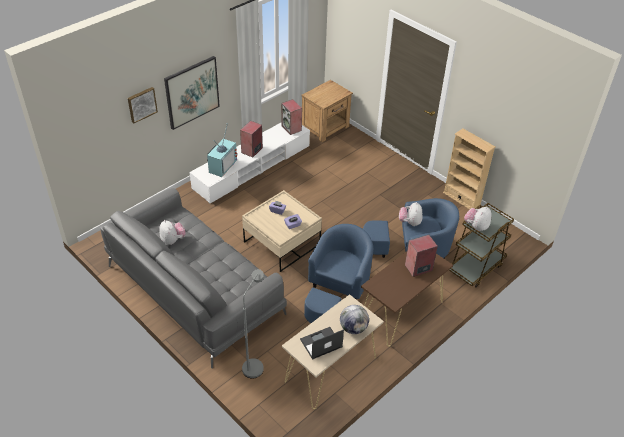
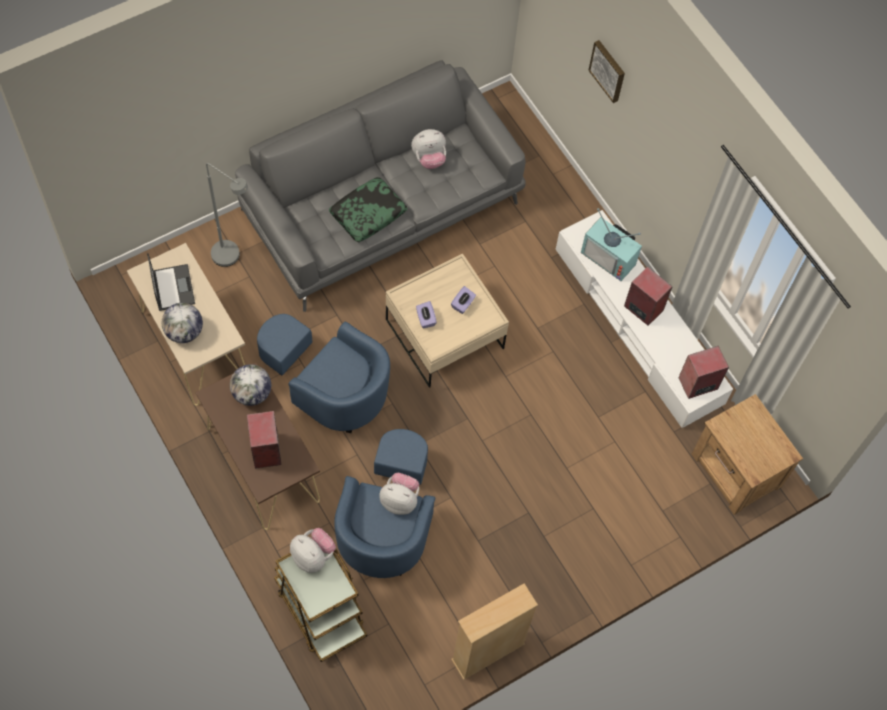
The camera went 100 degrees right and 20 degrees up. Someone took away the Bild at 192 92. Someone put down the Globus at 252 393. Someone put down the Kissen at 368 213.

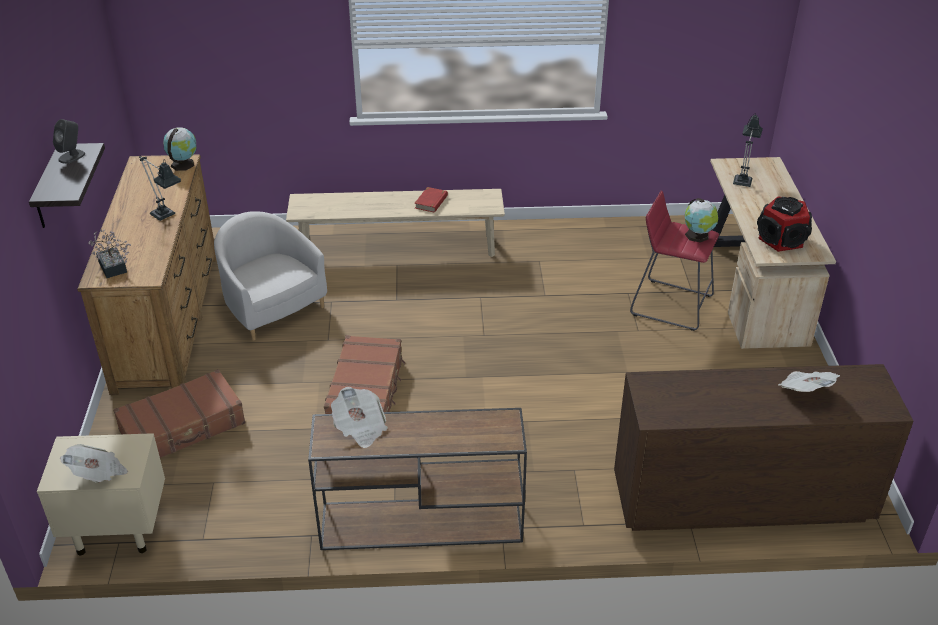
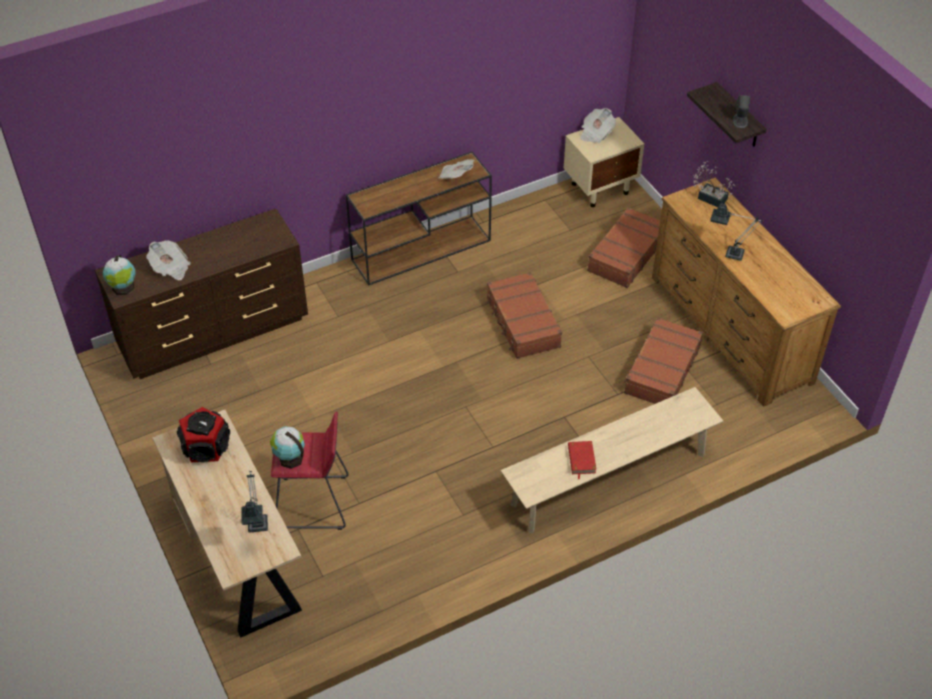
The camera went 155 degrees right and 10 degrees up. Someone carried the Globus from 183 164 to 123 288. Someone swapped the Sessel [weiß] at 271 307 for the Koffer [braun] at 661 370.

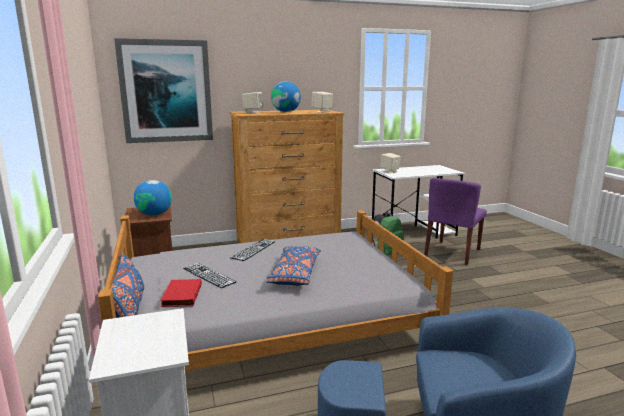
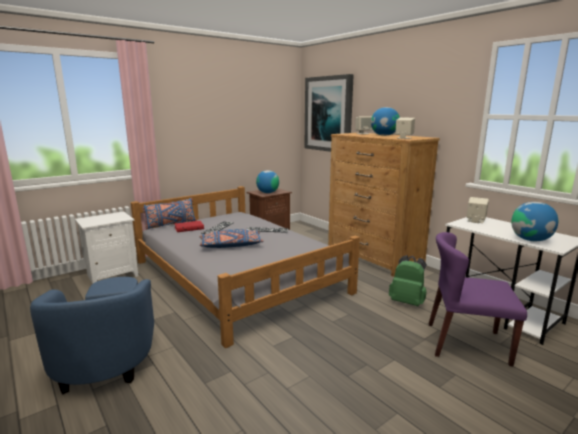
The camera went 70 degrees right and 0 degrees up. Someone put down the Globus at 530 240.

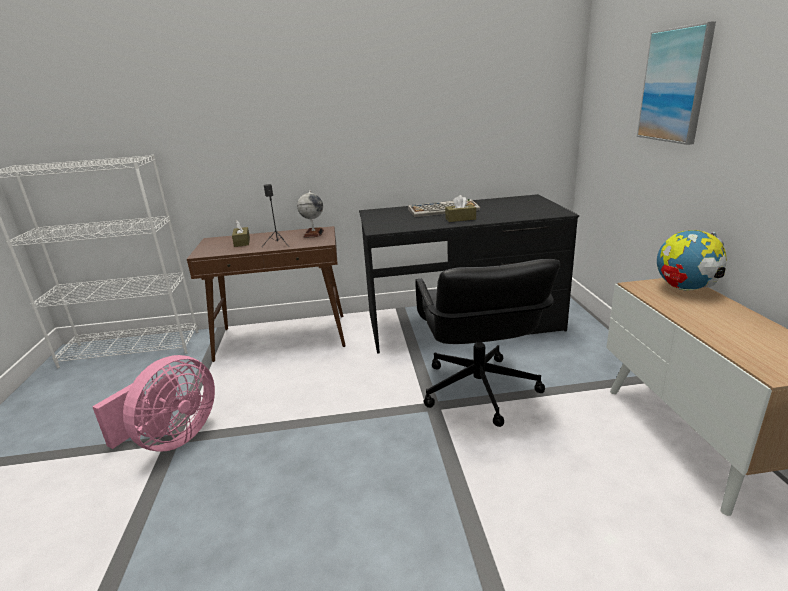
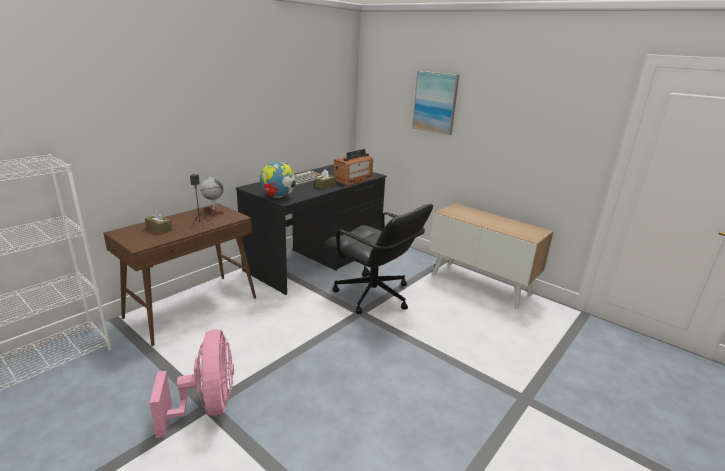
The camera went 45 degrees left and 0 degrees up. Someone put down the Radio at 353 179. Someone carried the Globus from 684 288 to 278 197.

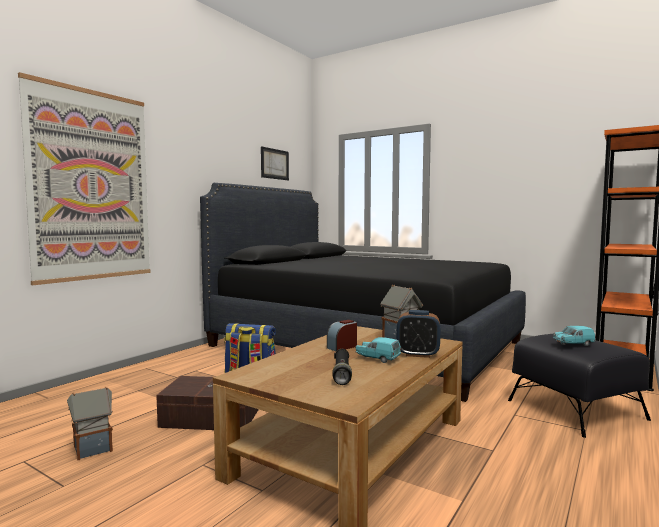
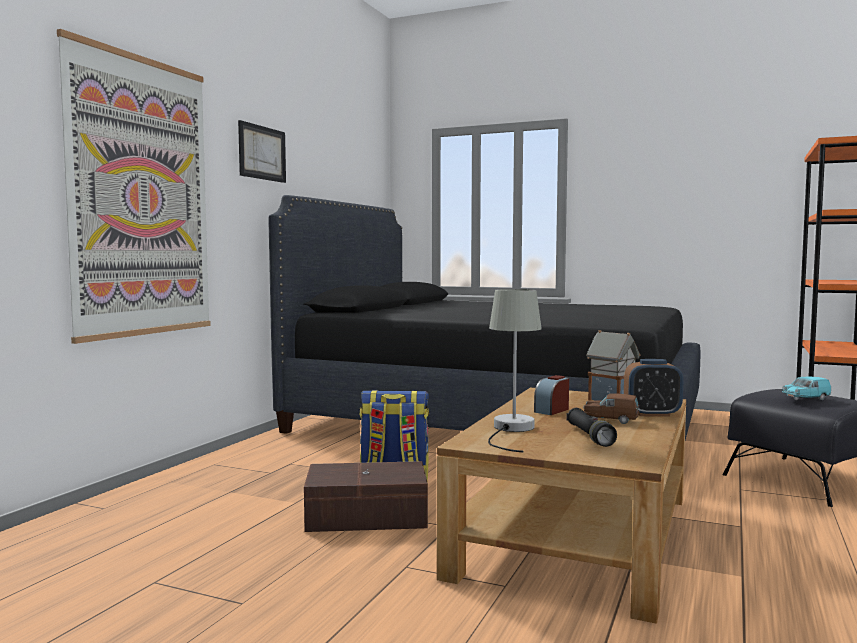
The camera went 10 degrees left and 0 degrees up. Someone took away the Spielzeughaus at 91 449. Someone put down the Tischlampe [grau] at 511 430. Someone carried the Bild from 274 164 to 262 153. Someone repainted the Spielzeugauto [türkis] at 377 358, which became the Spielzeugauto [braun] at 611 420.

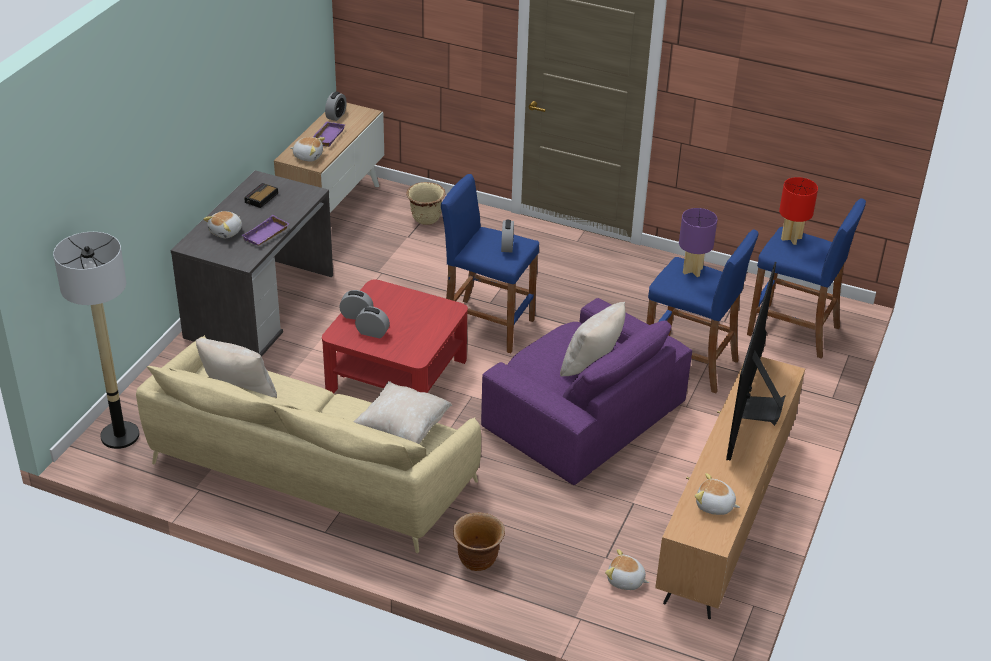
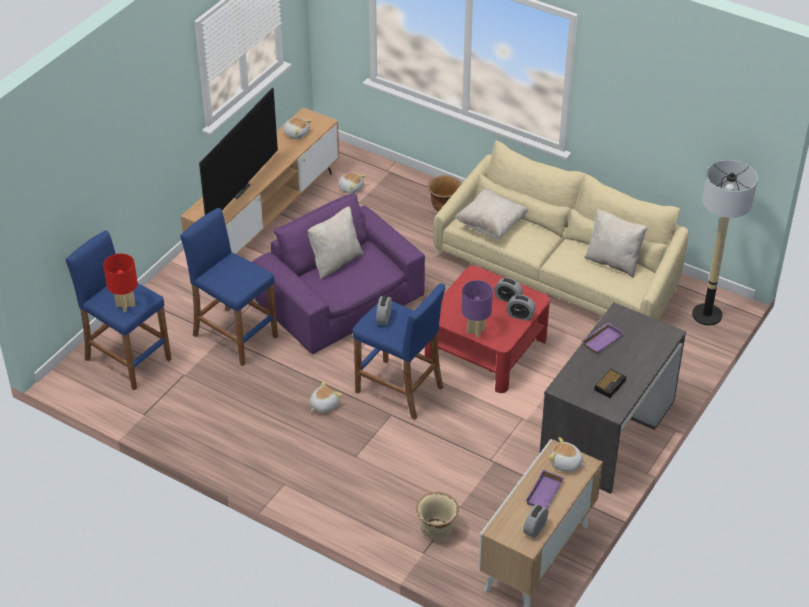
The camera went 170 degrees left and 5 degrees up. Someone carried the Plüschtier from 226 232 to 323 405. Someone carried the Tischlampe [lila] from 693 271 to 475 331.

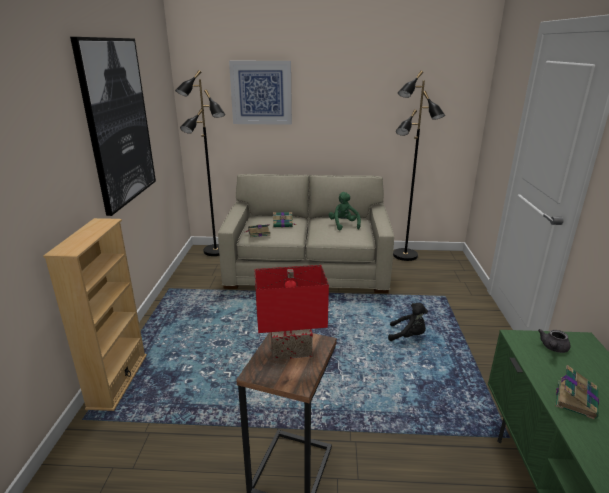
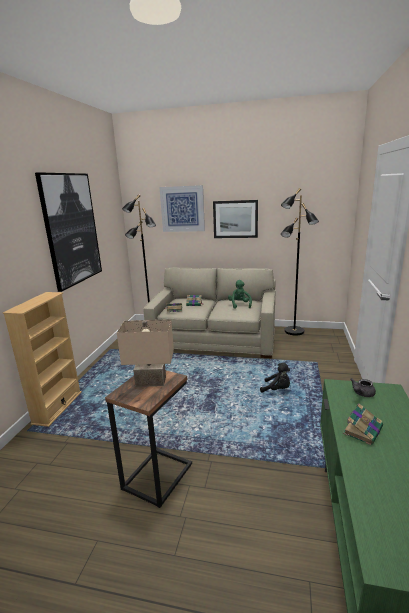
The camera went 10 degrees right and 5 degrees down. Someone put up the Bild at 235 219. Someone repainted the Tischlampe [rot] at 291 349, which became the Tischlampe [beige] at 151 380.

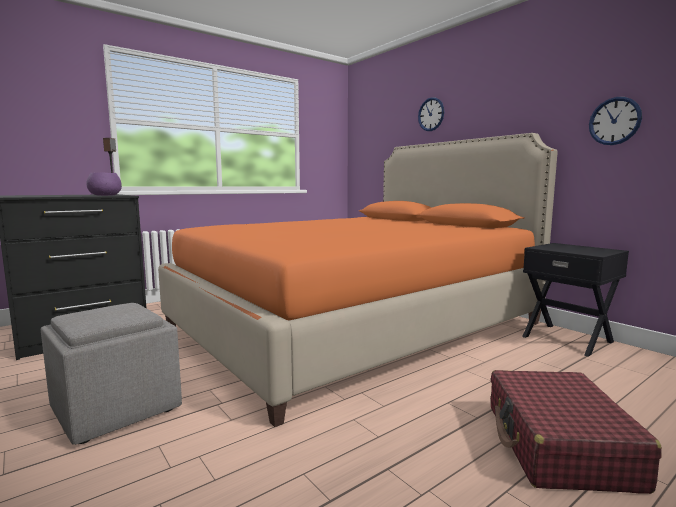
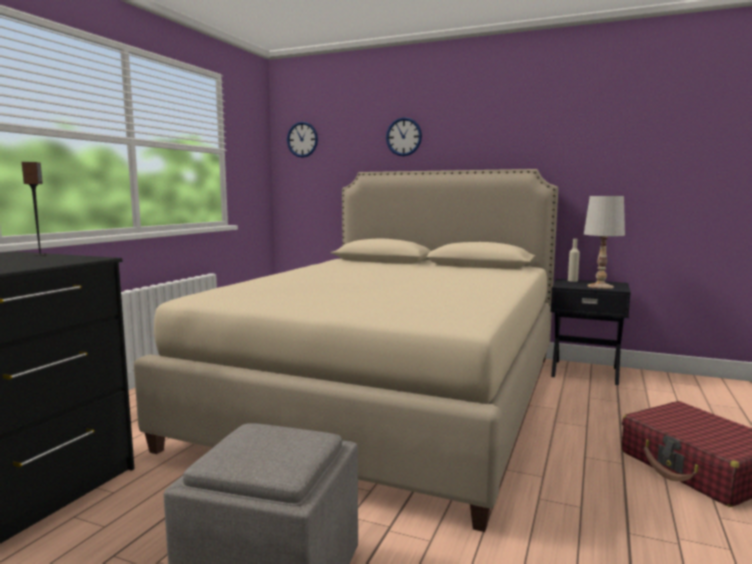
The camera went 30 degrees left and 0 degrees up. Someone took away the Schüssel [lila] at 106 195. Someone put down the Flasche [beige] at 572 280. Someone put down the Tischlampe [weiß] at 600 286. Someone carried the Wanduhr from 614 121 to 302 139. Someone repainted the Bett [orange] at 355 325, which became the Bett [beige] at 389 396.

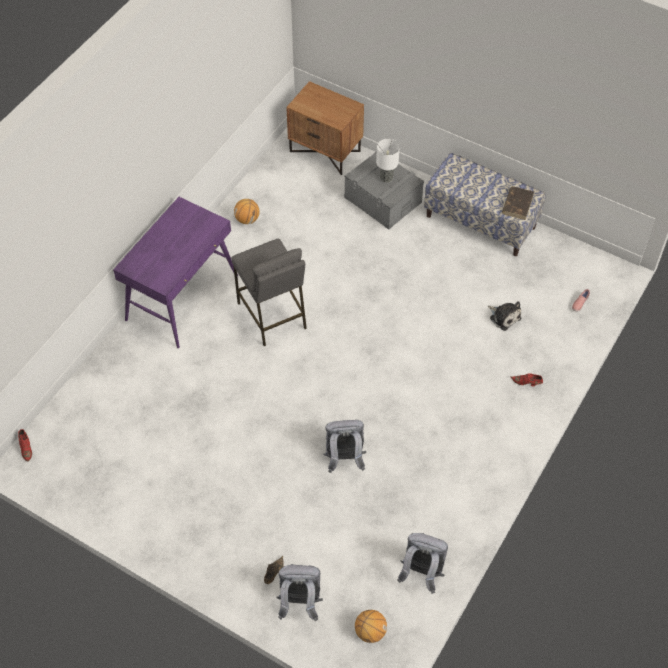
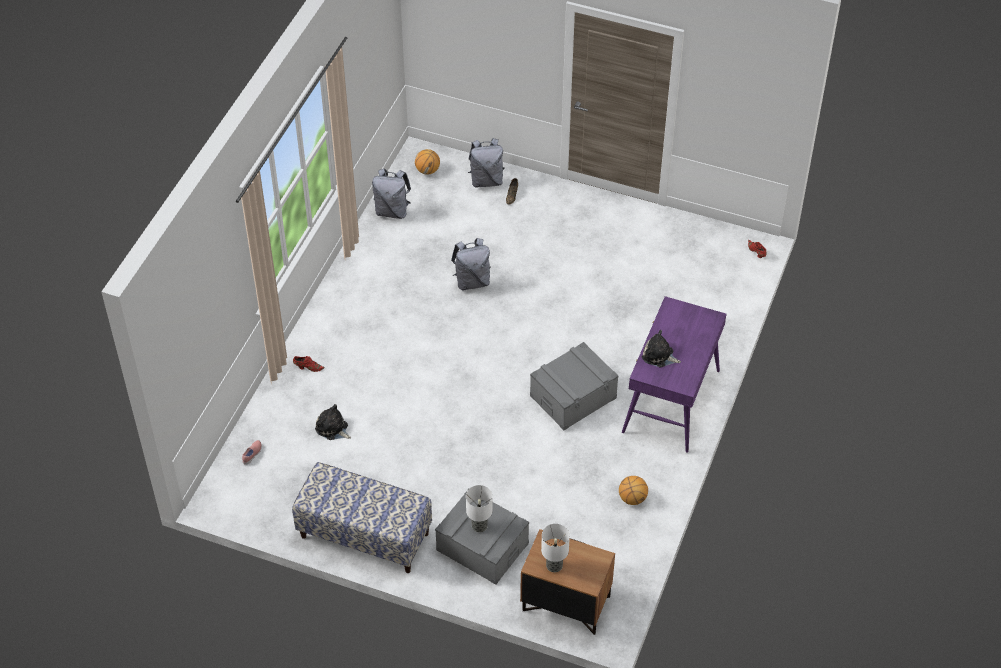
The camera went 170 degrees right and 5 degrees down. Someone took away the Buch [braun] at 517 204. Someone put down the Tischlampe at 554 565. Someone put down the Plüschtier at 659 356. Someone swapped the Hocker [grau] at 272 316 for the Aufbewahrungsbox [grau] at 573 396.

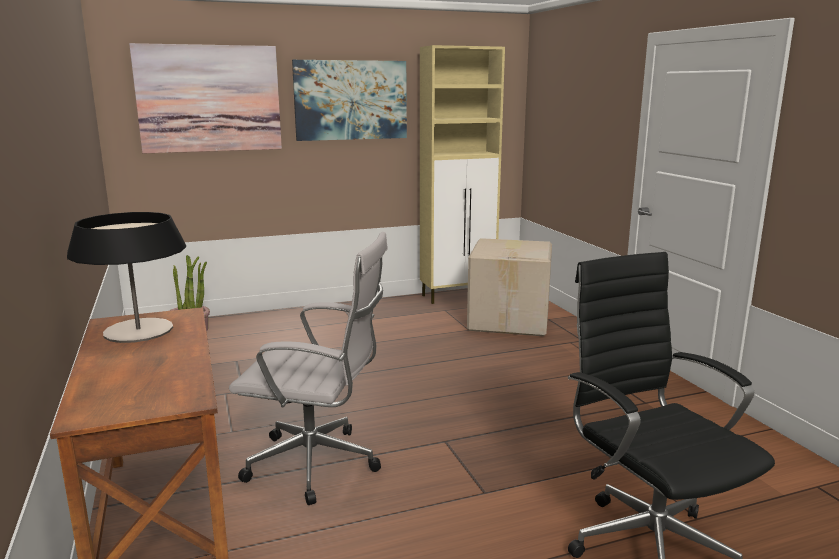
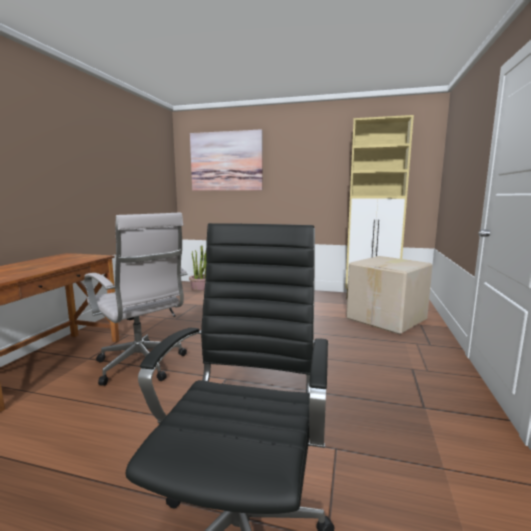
The camera went 35 degrees right and 5 degrees down. Someone took away the Tischlampe at 138 330. Someone took away the Bild at 351 100.

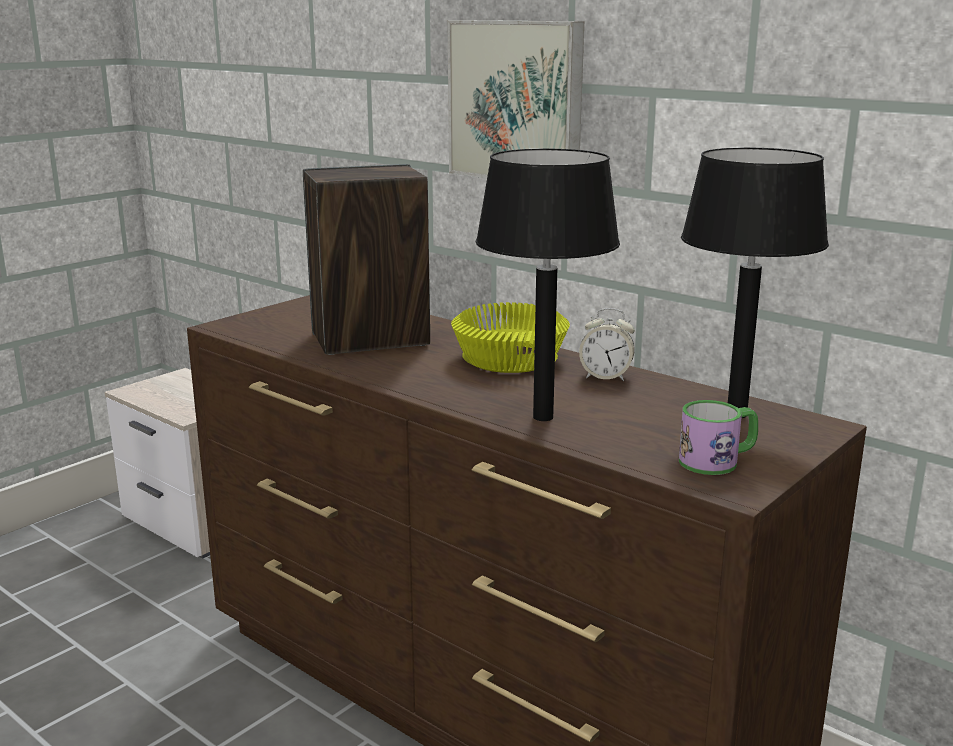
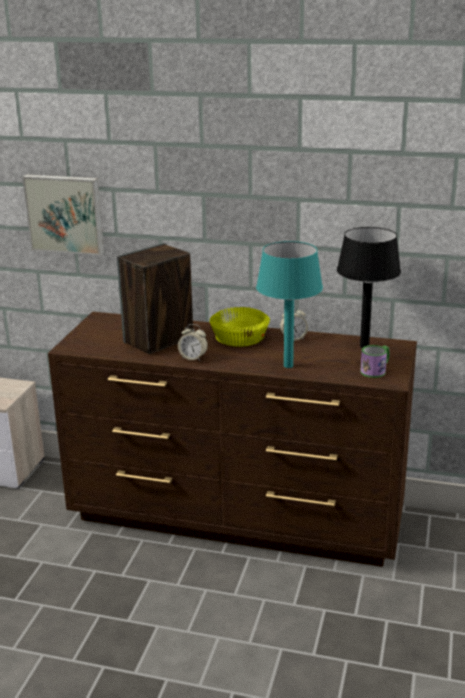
The camera went 25 degrees left and 5 degrees up. Someone put down the Wecker at 193 358. Someone carried the Bild from 518 101 to 65 213. Someone repainted the Tischlampe [schwarz] at 543 417, which became the Tischlampe [türkis] at 288 366.

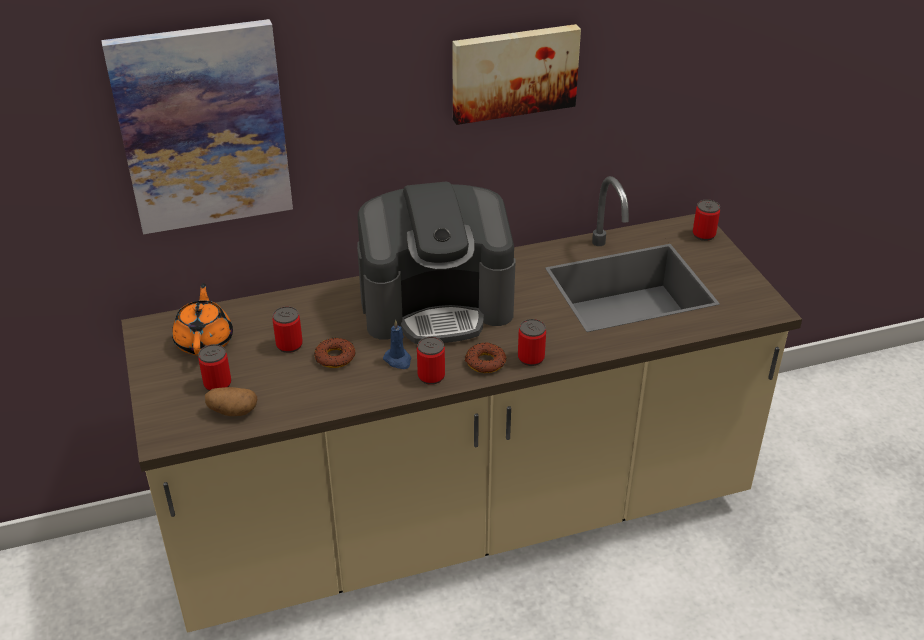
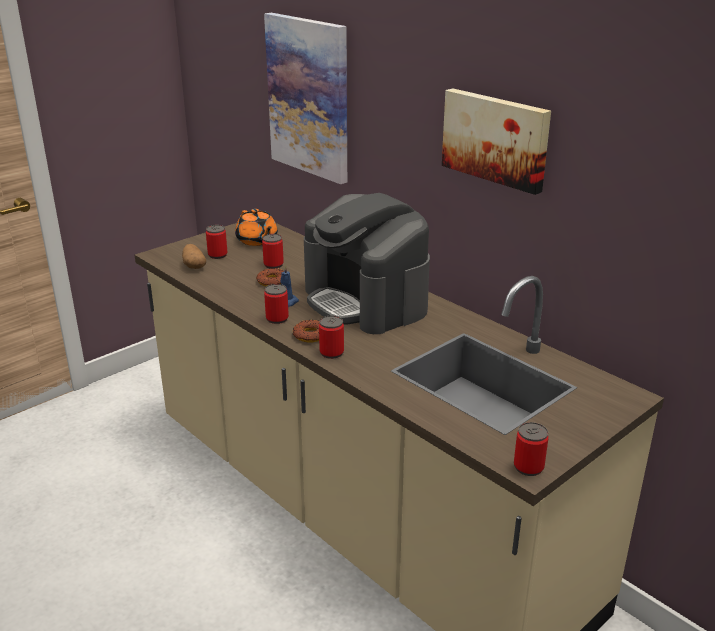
The camera went 65 degrees right and 10 degrees down. Someone carried the Dose from 703 235 to 528 467. Someone rotated the Teekanne [orange] at 205 341 by 90 degrees clockwise.

